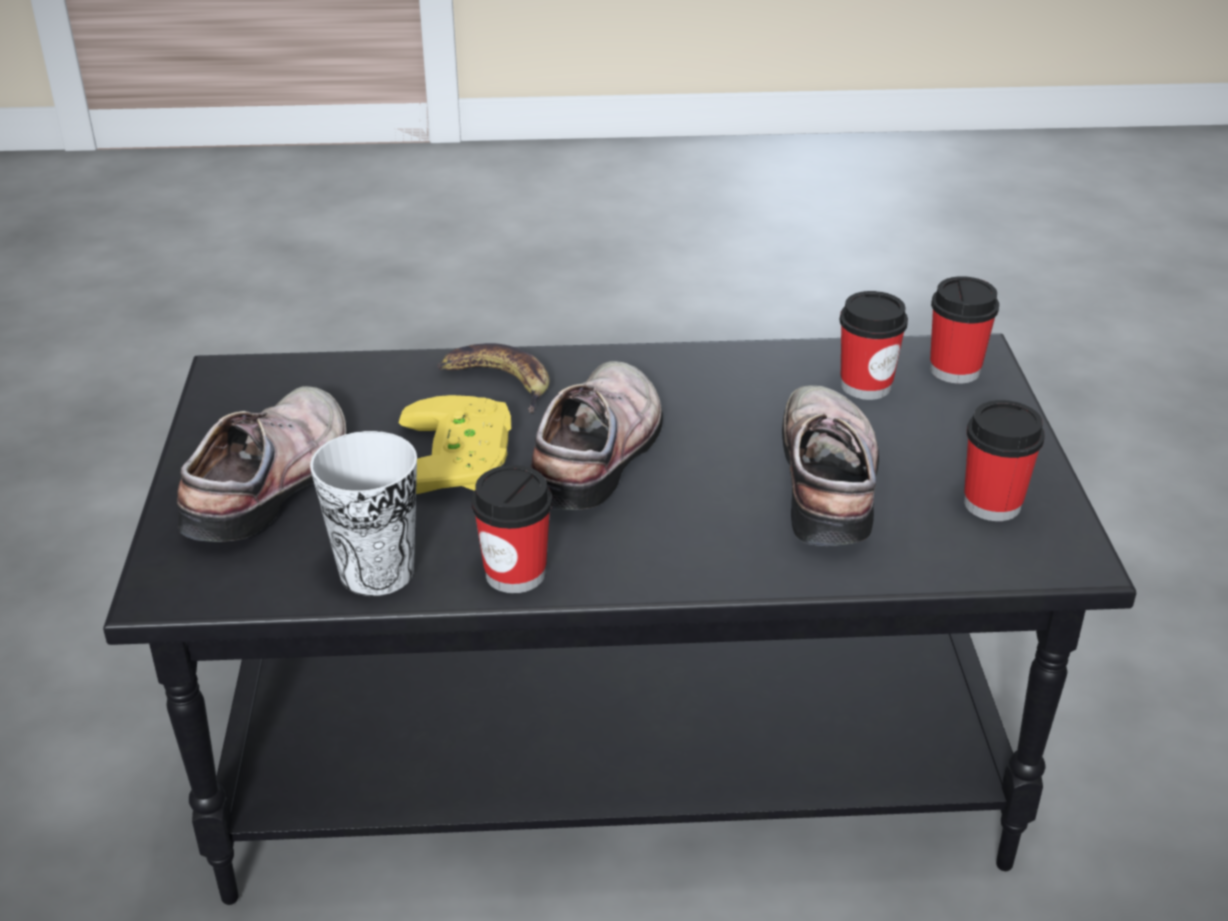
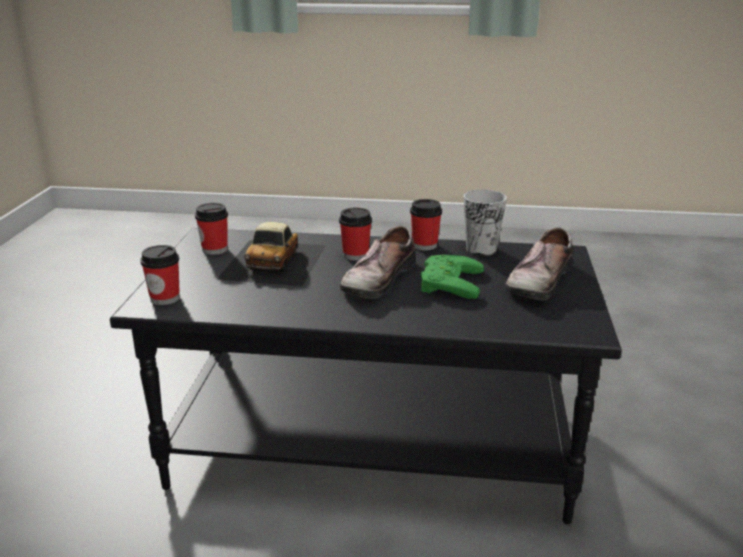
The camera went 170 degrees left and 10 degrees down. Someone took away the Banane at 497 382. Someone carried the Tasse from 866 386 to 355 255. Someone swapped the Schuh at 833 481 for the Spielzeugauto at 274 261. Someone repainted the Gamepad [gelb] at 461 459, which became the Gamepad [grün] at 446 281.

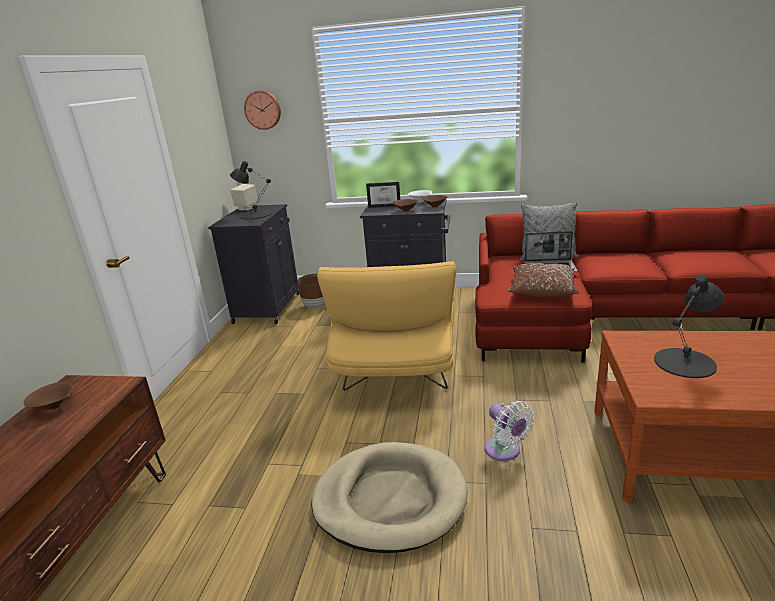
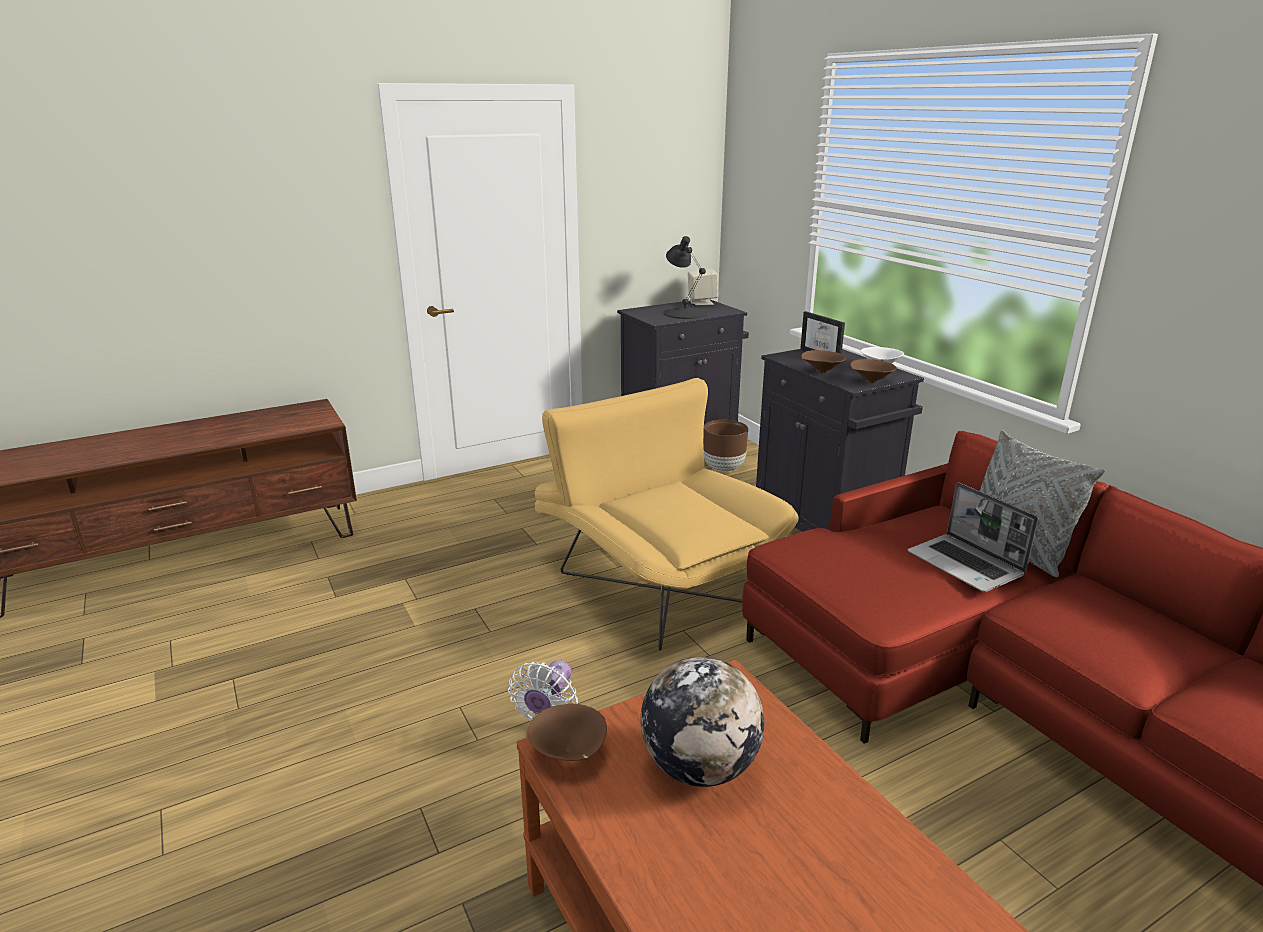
The camera went 50 degrees right and 0 degrees up. Someone took away the Wanduhr at 263 110. Someone took away the Hundebett [beige] at 390 499. Someone took away the Kissen [braun] at 542 290. Someone carried the Schüssel [braun] from 55 407 to 569 754. Someone swapped the Tischlampe [schwarz] at 685 362 for the Globus at 700 767. Someone rotated the Sessel [gelb] at 397 367 by 90 degrees clockwise.

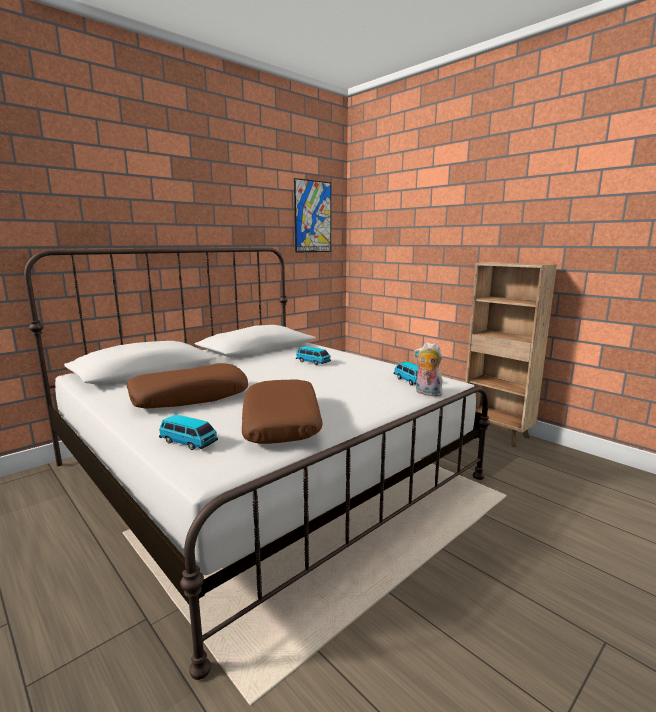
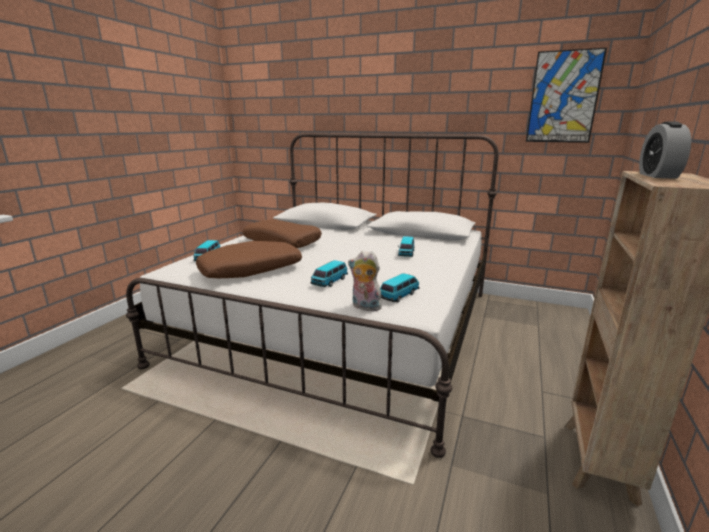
The camera went 65 degrees right and 5 degrees up. Someone put down the Spielzeugauto at 329 281. Someone put down the Wecker at 657 176. Someone rotated the Plüschtier at 426 393 by 75 degrees counterclockwise.

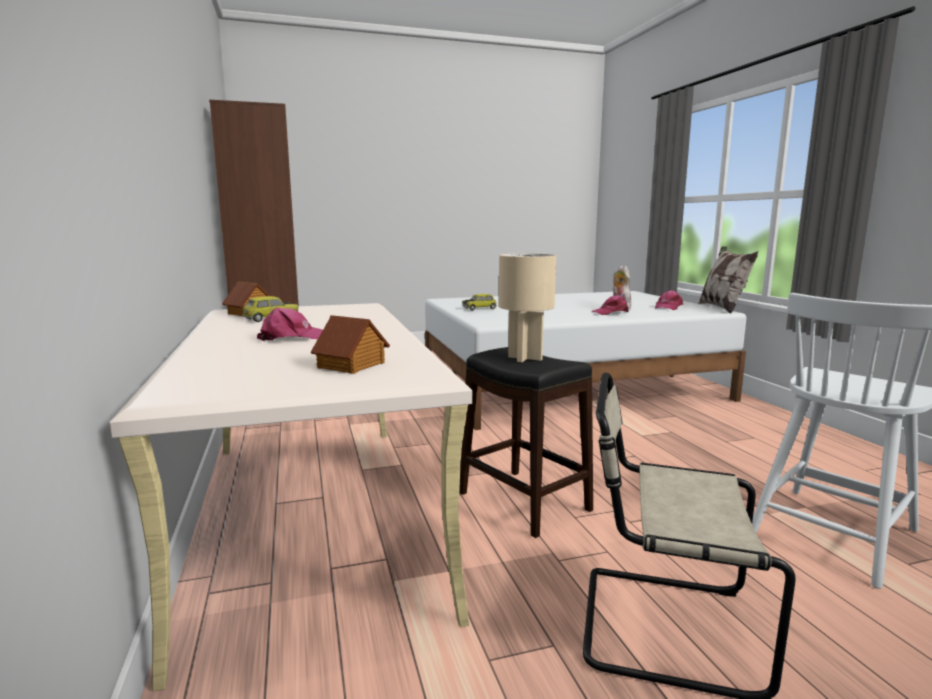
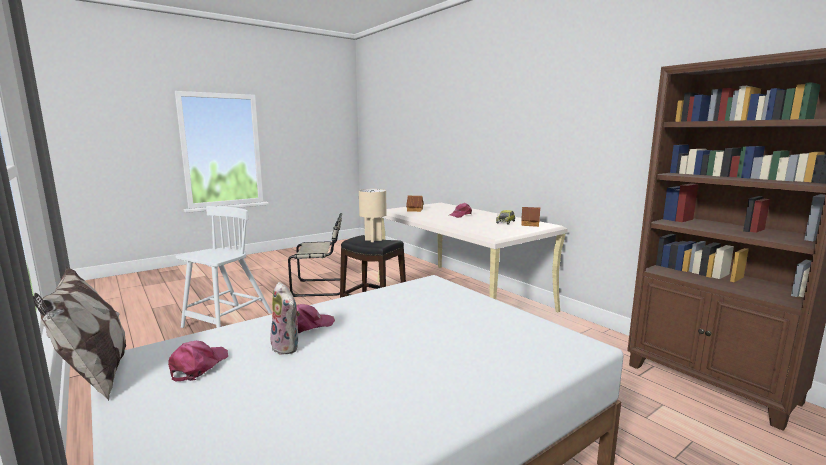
The camera went 160 degrees right and 0 degrees up. Someone took away the Spielzeugauto at 479 308.

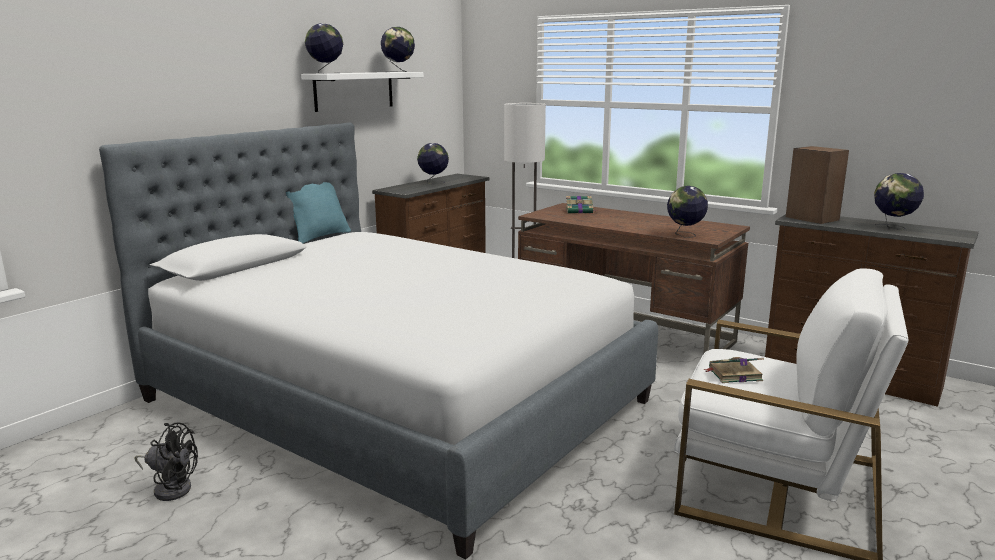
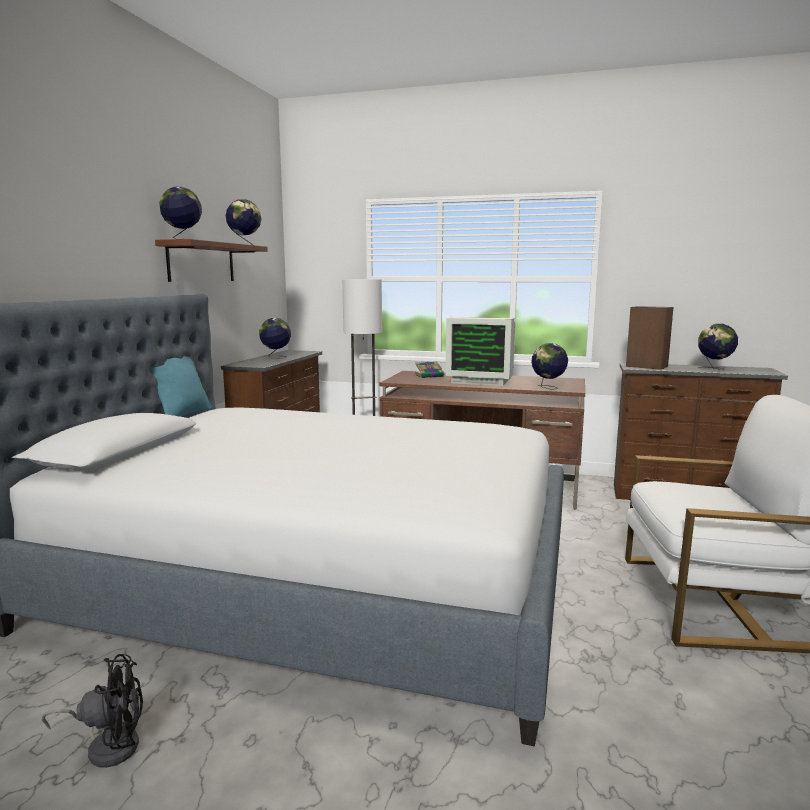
The camera went 20 degrees left and 5 degrees down. Someone took away the Buch at 733 375. Someone put down the Monitor at 481 380. Someone repainted the Wandregal [weiß] at 354 91, which became the Wandregal [braun] at 201 262.

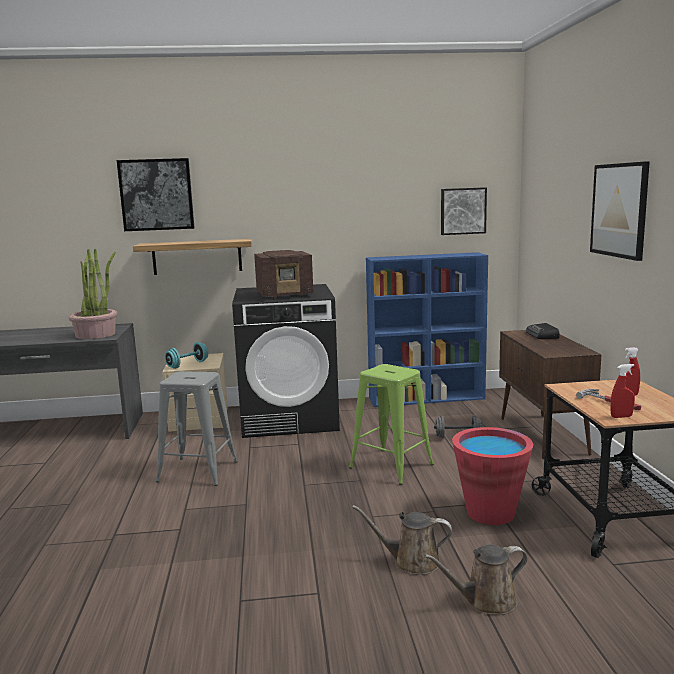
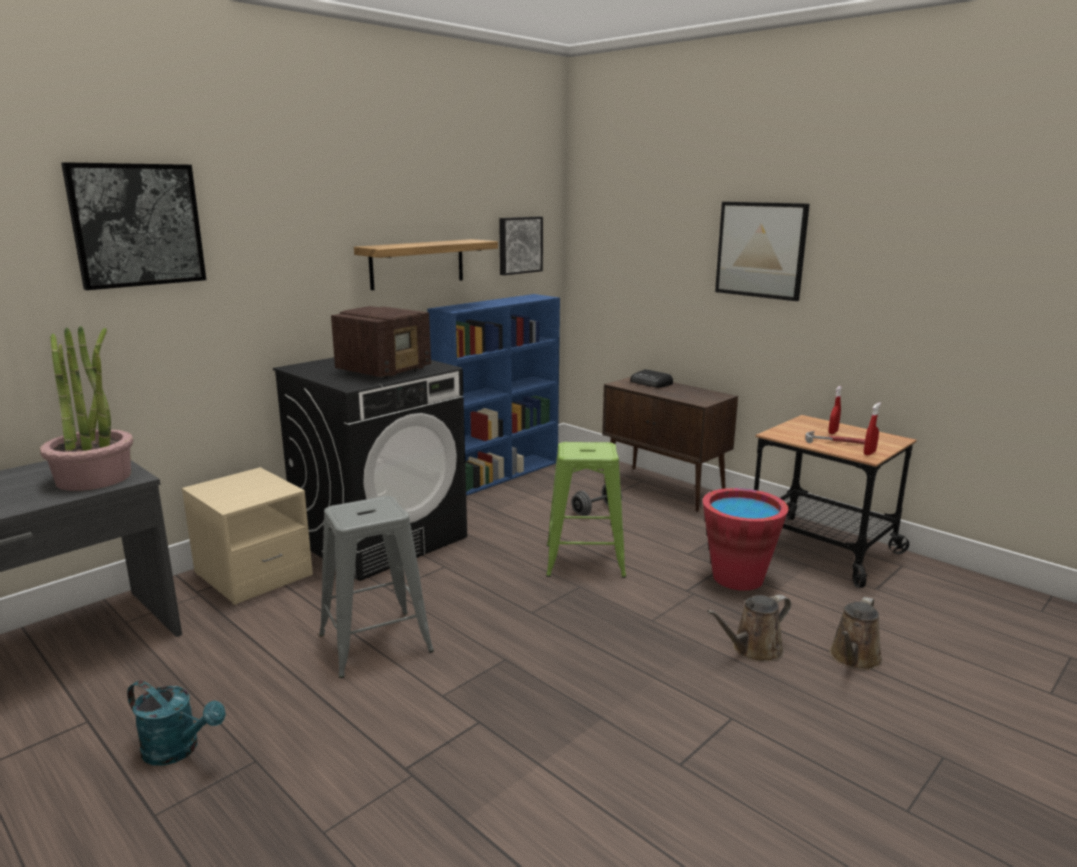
The camera went 40 degrees left and 5 degrees up. Someone took away the Hantel [türkis] at 187 365. Someone put down the Gießkanne [türkis] at 178 750. Someone carried the Wandregal from 197 257 to 417 264.

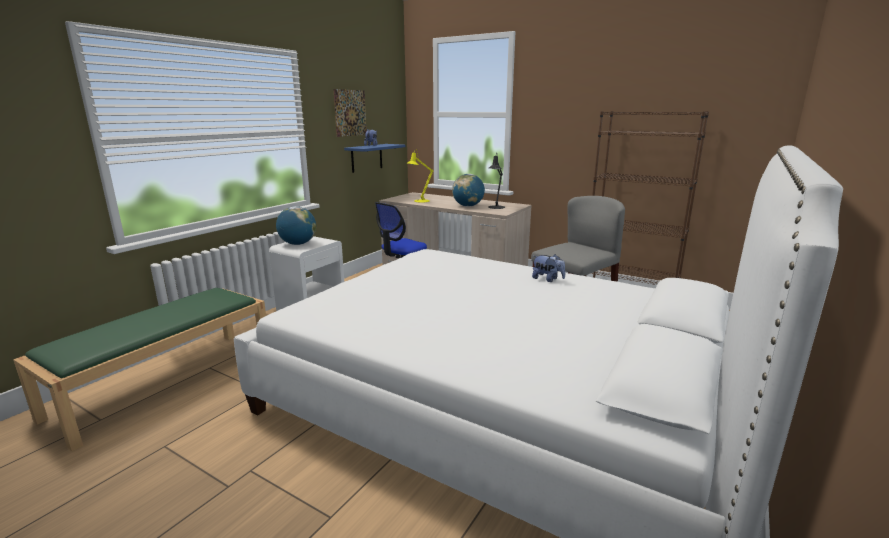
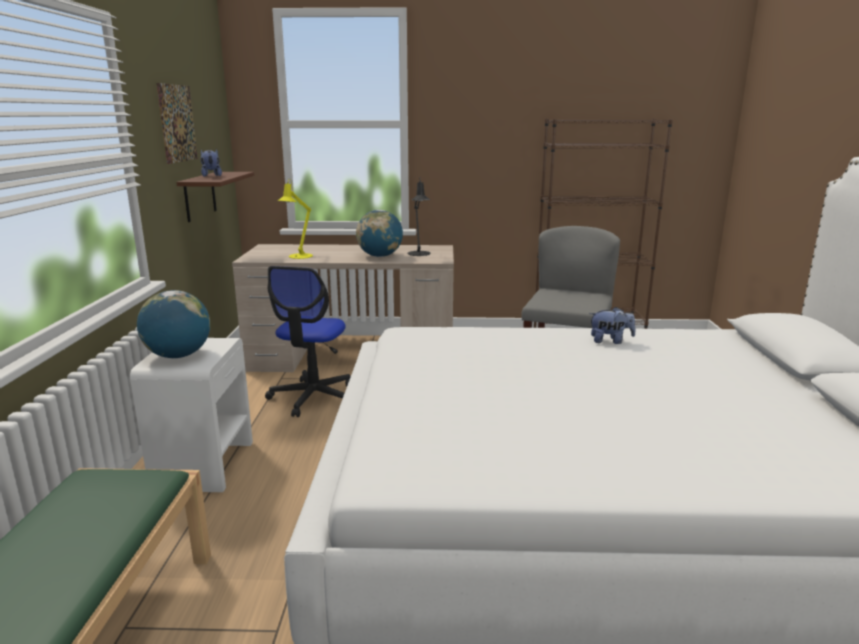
The camera went 30 degrees left and 0 degrees up. Someone repainted the Wandregal [blau] at 366 158, which became the Wandregal [braun] at 200 196.

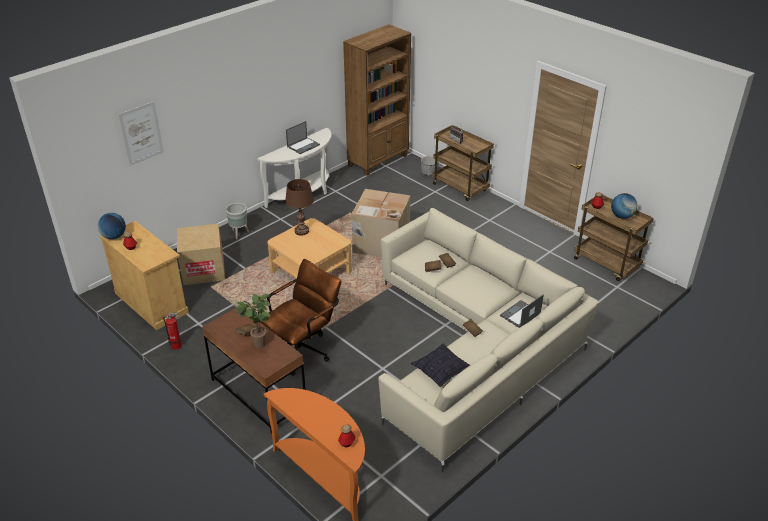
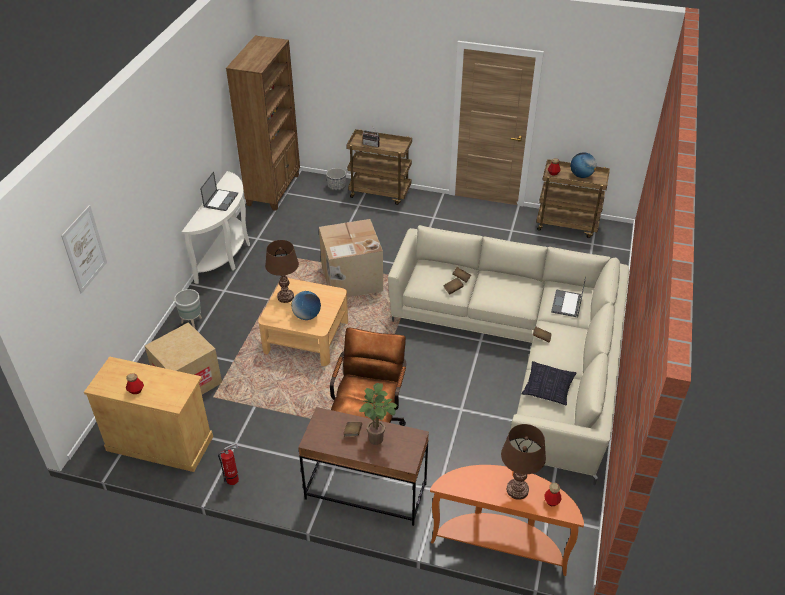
The camera went 30 degrees left and 5 degrees up. Someone put down the Tischlampe [braun] at 517 490. Someone carried the Globus from 114 236 to 307 316.

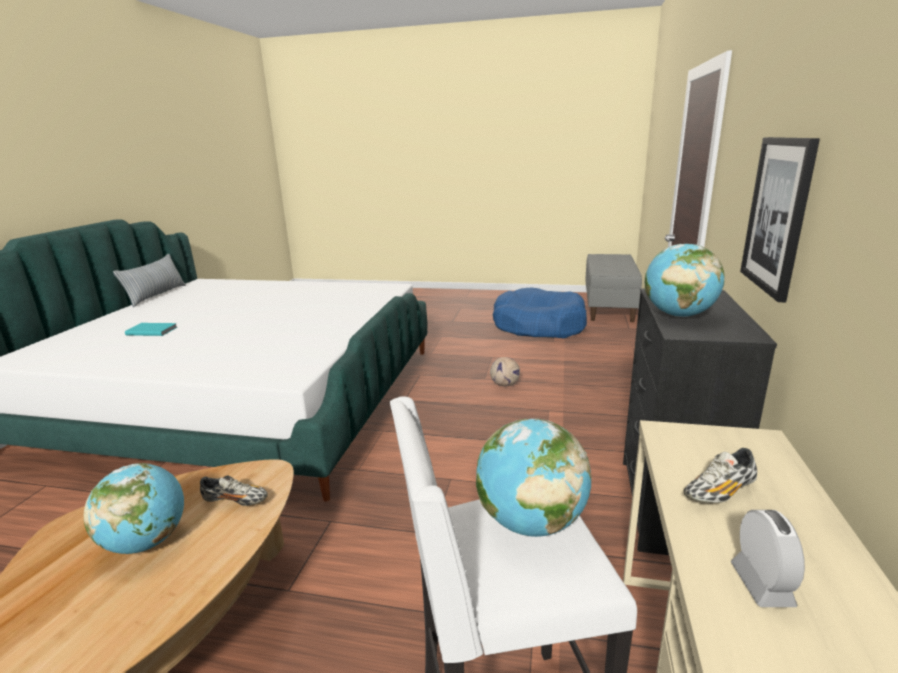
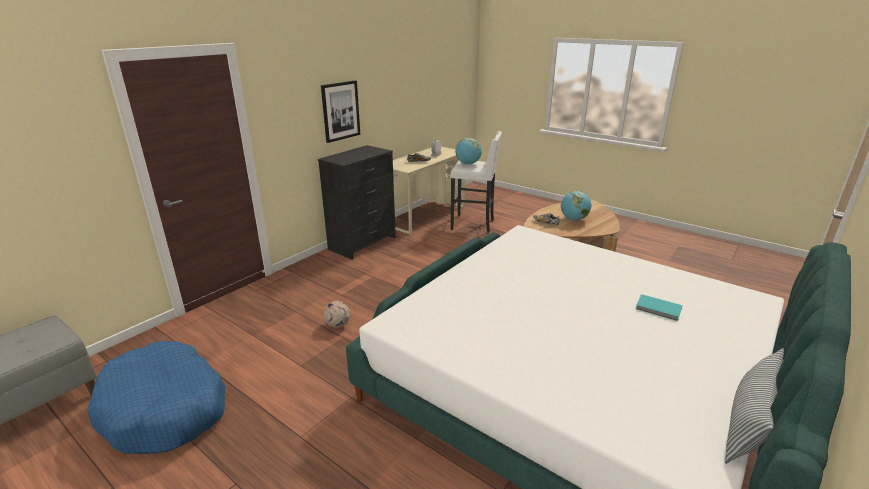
The camera went 155 degrees left and 5 degrees up. Someone took away the Globus at 678 315.

